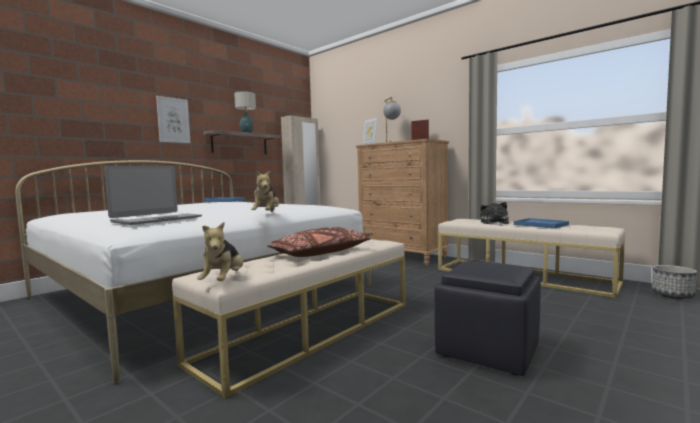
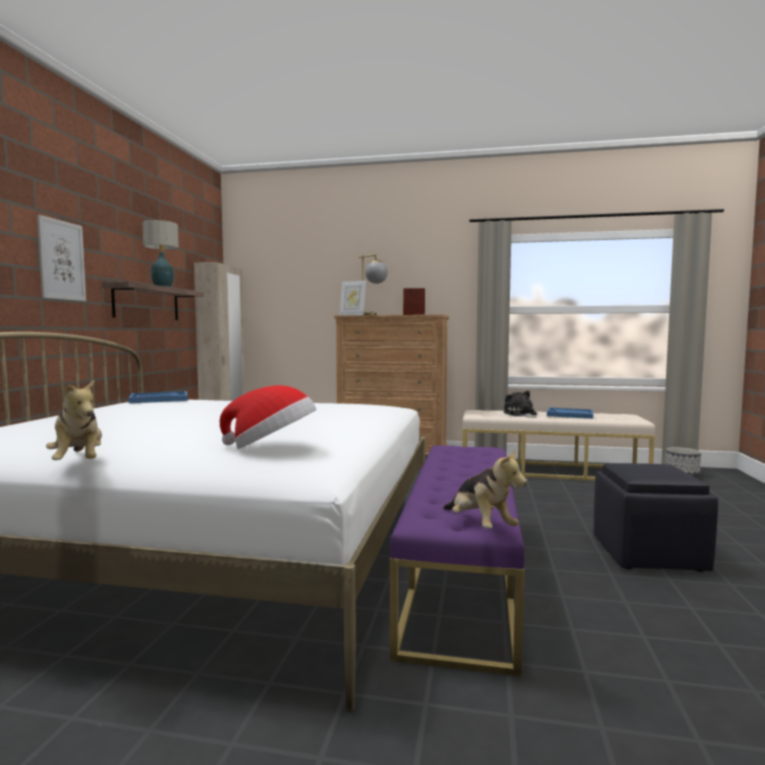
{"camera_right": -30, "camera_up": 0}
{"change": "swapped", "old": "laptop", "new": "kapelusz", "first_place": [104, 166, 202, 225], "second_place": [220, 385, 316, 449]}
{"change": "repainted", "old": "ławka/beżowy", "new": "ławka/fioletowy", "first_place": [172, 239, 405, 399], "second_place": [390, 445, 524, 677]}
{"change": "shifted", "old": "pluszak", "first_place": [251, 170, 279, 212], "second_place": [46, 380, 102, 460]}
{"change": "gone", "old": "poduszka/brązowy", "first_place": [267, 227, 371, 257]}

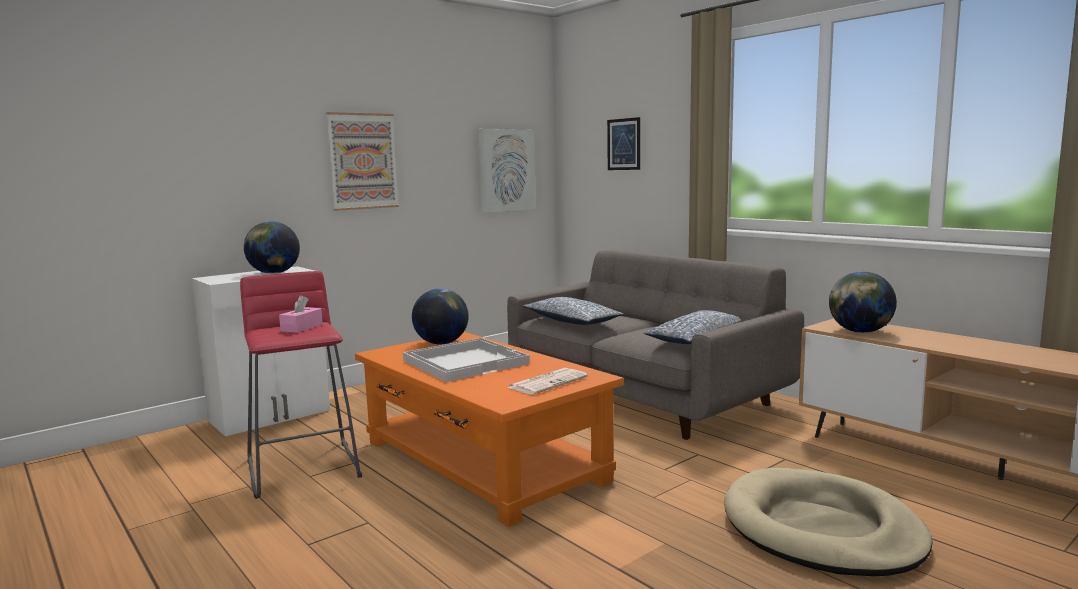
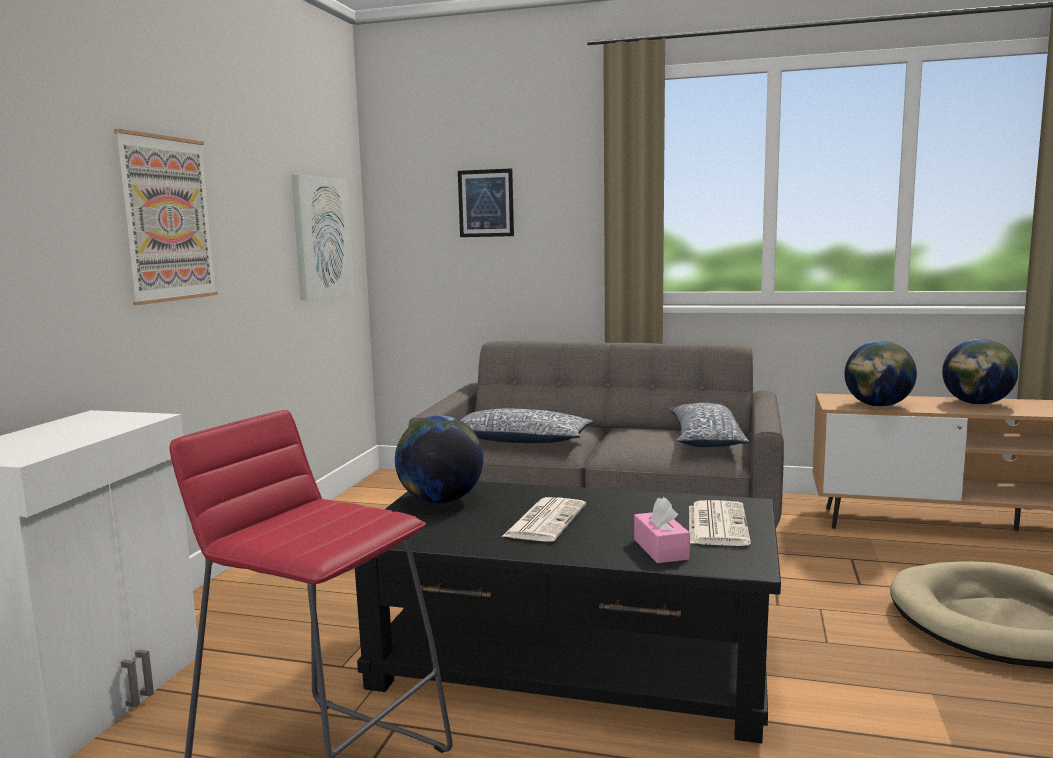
{"camera_right": -35, "camera_up": 0}
{"change": "shifted", "old": "globus", "first_place": [244, 221, 300, 274], "second_place": [942, 339, 1018, 405]}
{"change": "shifted", "old": "pudełko chusteczek/różowy", "first_place": [279, 295, 323, 333], "second_place": [634, 497, 690, 563]}
{"change": "repainted", "old": "ława/pomarańczowy", "new": "ława/czarny", "first_place": [355, 332, 624, 527], "second_place": [355, 481, 781, 744]}
{"change": "swapped", "old": "taca/biały", "new": "gazeta", "first_place": [403, 338, 530, 382], "second_place": [502, 497, 586, 542]}

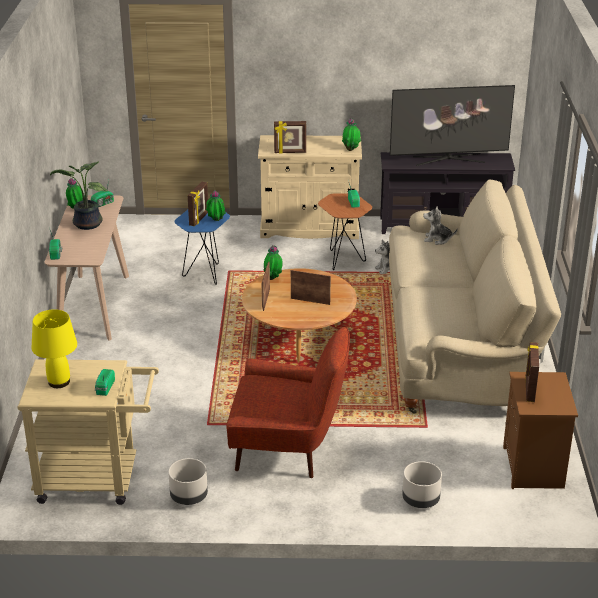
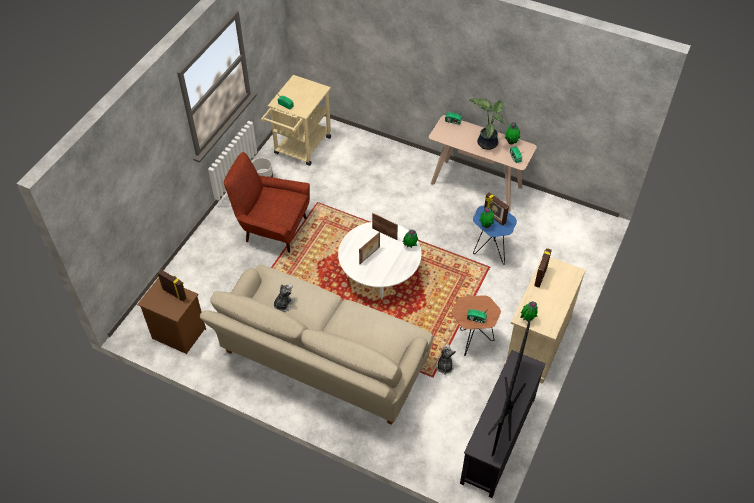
{"camera_right": 115, "camera_up": 20}
{"change": "gone", "old": "lampa stołowa/żółty", "first_place": [32, 309, 77, 388]}
{"change": "rotated", "old": "fotel/czerwony", "first_place": [226, 327, 350, 478], "second_place": [224, 152, 310, 253], "degrees": 75}
{"change": "repainted", "old": "ława/brązowy", "new": "ława/biały", "first_place": [242, 268, 357, 363], "second_place": [338, 222, 421, 300]}
{"change": "gone", "old": "donica/szary", "first_place": [402, 461, 442, 508]}
{"change": "shifted", "old": "pluszak", "first_place": [423, 206, 458, 245], "second_place": [274, 284, 295, 312]}

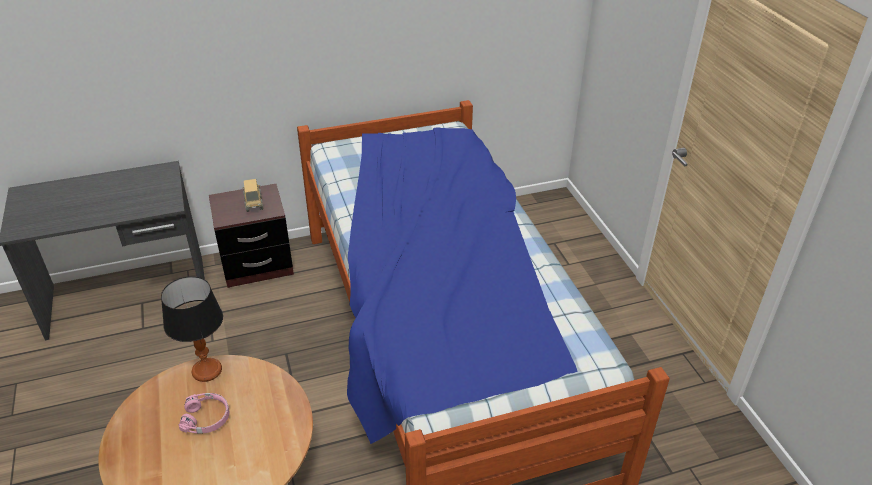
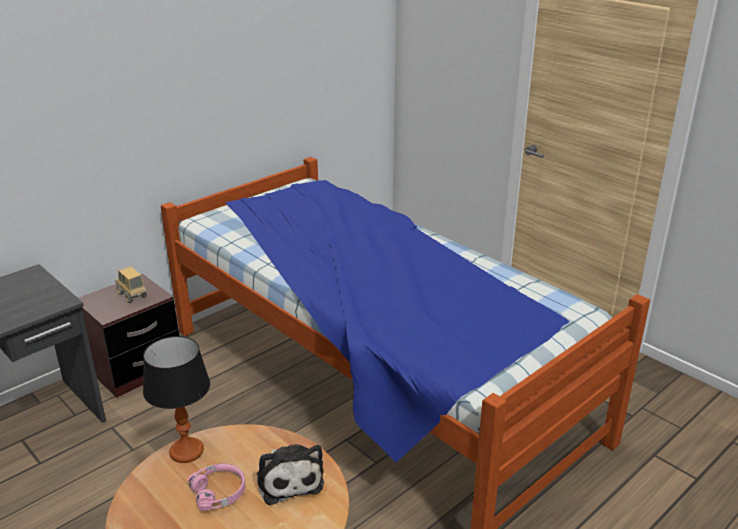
{"camera_right": -25, "camera_up": -10}
{"change": "new", "new": "pluszak", "second_place": [257, 444, 324, 505]}

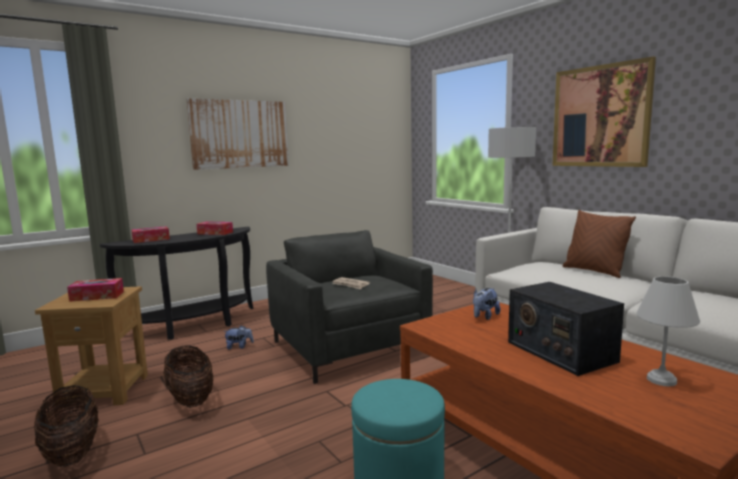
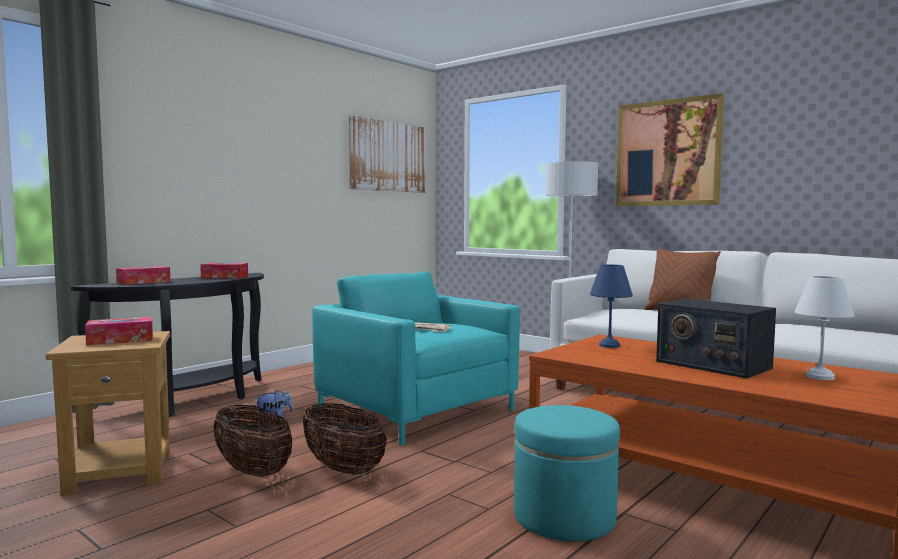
{"camera_right": -15, "camera_up": -5}
{"change": "shifted", "old": "koszyk", "first_place": [34, 385, 99, 467], "second_place": [303, 403, 387, 475]}
{"change": "shifted", "old": "obraz", "first_place": [187, 98, 289, 170], "second_place": [349, 115, 426, 193]}
{"change": "repainted", "old": "fotel/szary", "new": "fotel/turkusowy", "first_place": [266, 230, 433, 384], "second_place": [312, 271, 520, 446]}
{"change": "swapped", "old": "pluszak", "new": "lampa stołowa/niebieski", "first_place": [473, 288, 500, 320], "second_place": [590, 265, 633, 348]}

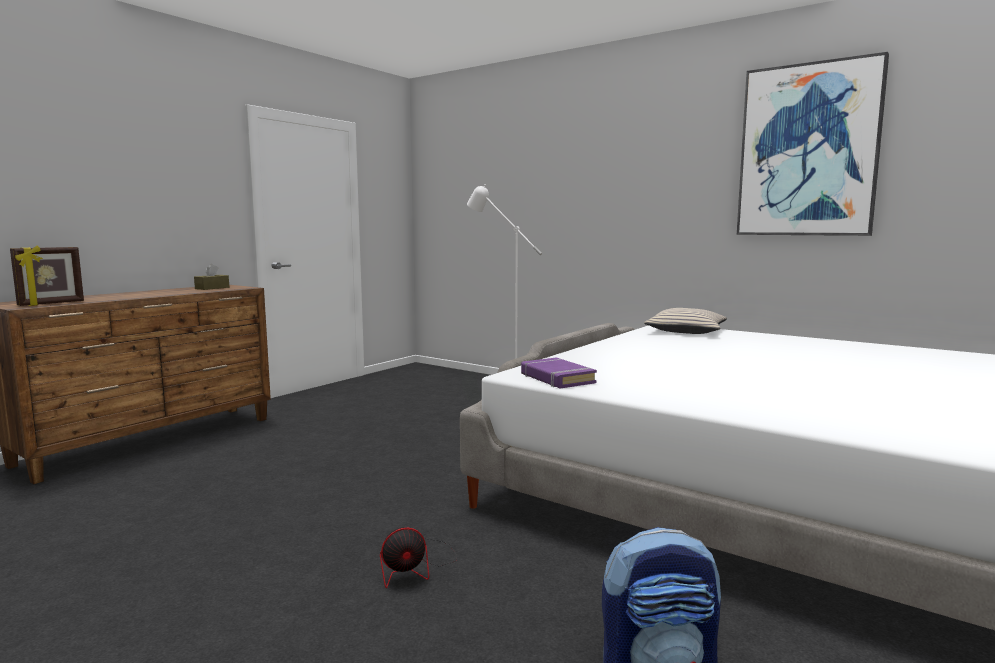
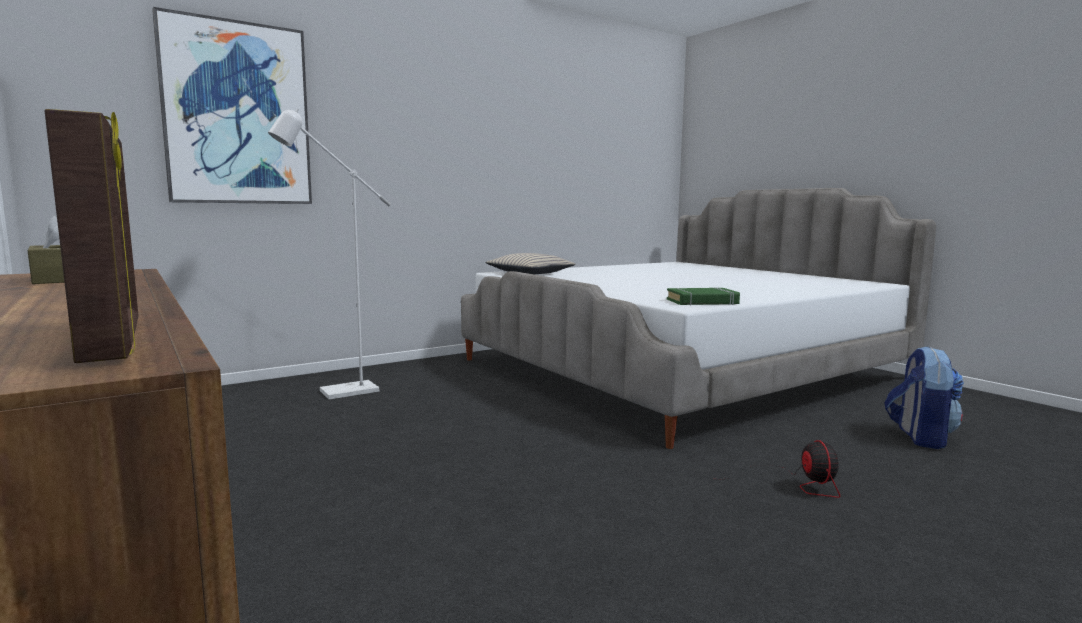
{"camera_right": -70, "camera_up": 0}
{"change": "repainted", "old": "książka/fioletowy", "new": "książka/zielony", "first_place": [521, 357, 597, 389], "second_place": [667, 288, 740, 306]}
{"change": "shifted", "old": "obraz", "first_place": [737, 52, 889, 236], "second_place": [152, 7, 312, 204]}

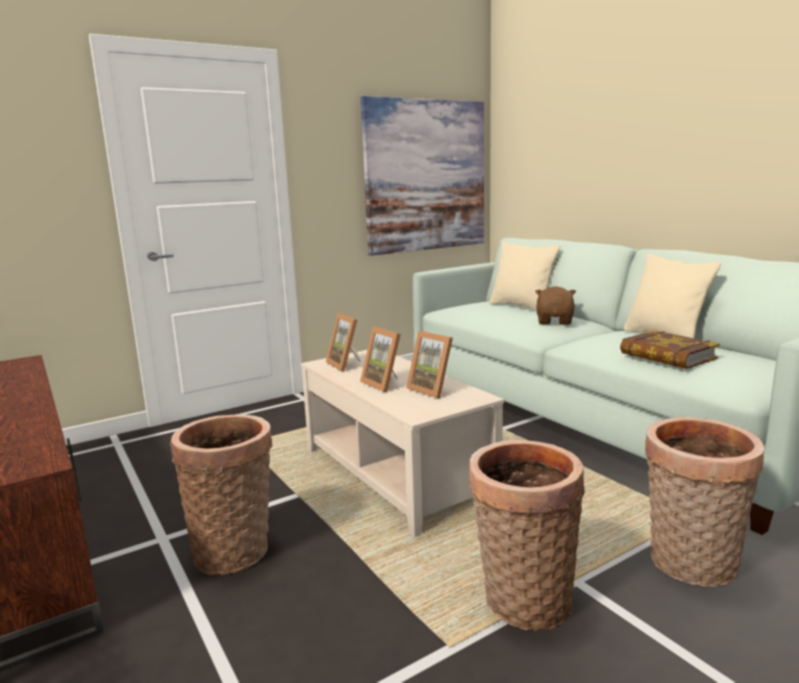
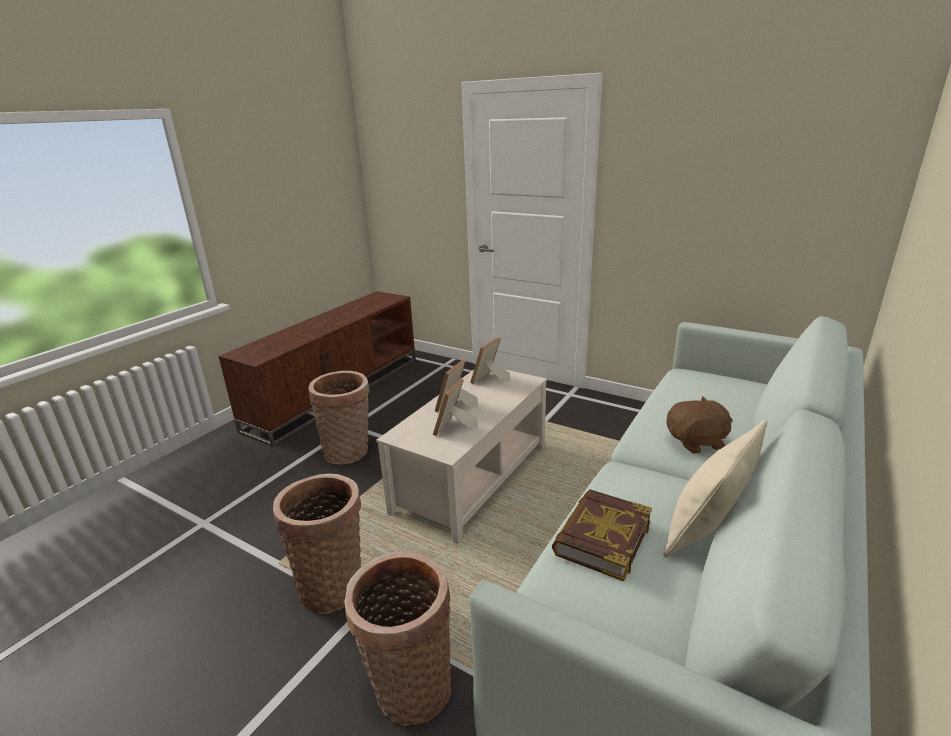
{"camera_right": 65, "camera_up": 10}
{"change": "gone", "old": "obraz", "first_place": [361, 96, 484, 256]}
{"change": "gone", "old": "poduszka/beżowy", "first_place": [489, 242, 560, 311]}

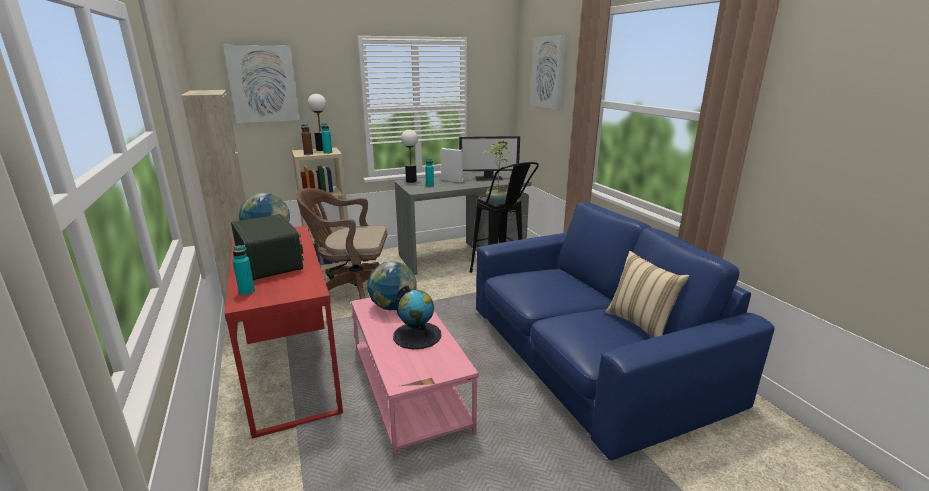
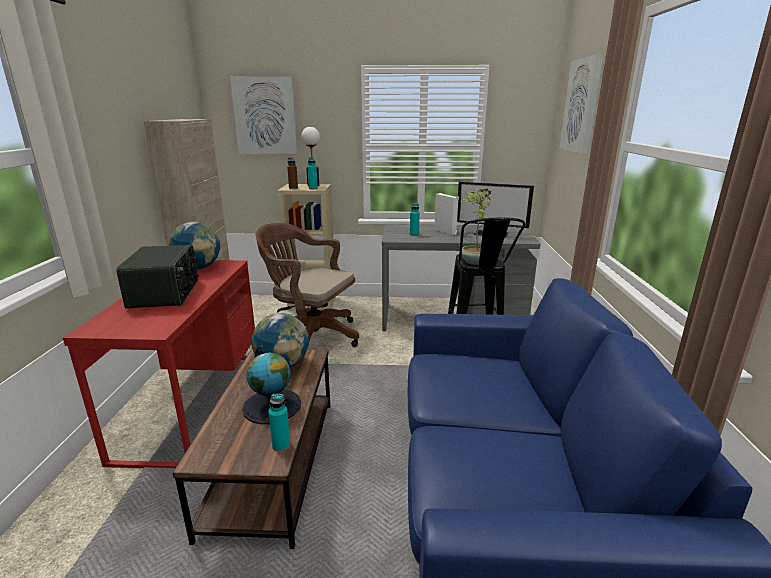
{"camera_right": 25, "camera_up": 0}
{"change": "shifted", "old": "butelka/turkusowy", "first_place": [233, 245, 255, 296], "second_place": [268, 394, 290, 452]}
{"change": "repainted", "old": "ława/różowy", "new": "ława/brązowy", "first_place": [351, 289, 479, 460], "second_place": [173, 348, 330, 549]}
{"change": "gone", "old": "lampa stołowa", "first_place": [401, 130, 418, 183]}
{"change": "gone", "old": "poduszka/beżowy", "first_place": [605, 251, 690, 338]}

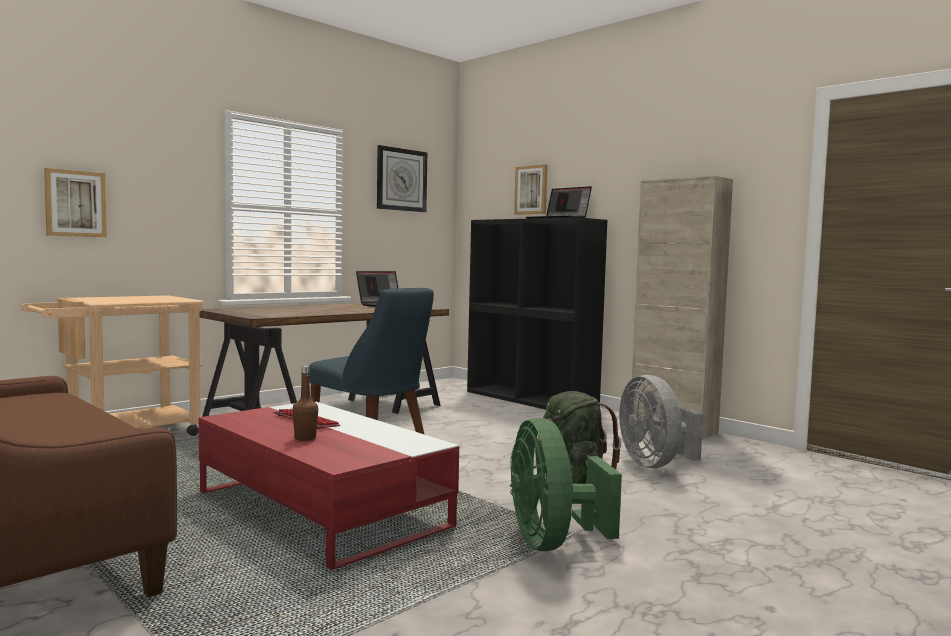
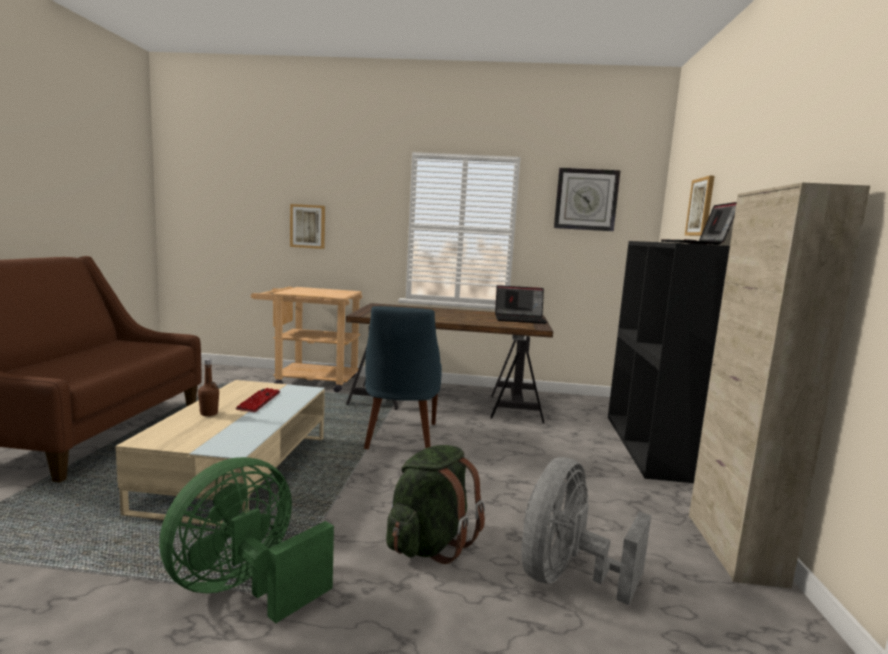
{"camera_right": 50, "camera_up": 5}
{"change": "repainted", "old": "ława/czerwony", "new": "ława/beżowy", "first_place": [198, 401, 459, 570], "second_place": [116, 380, 325, 526]}

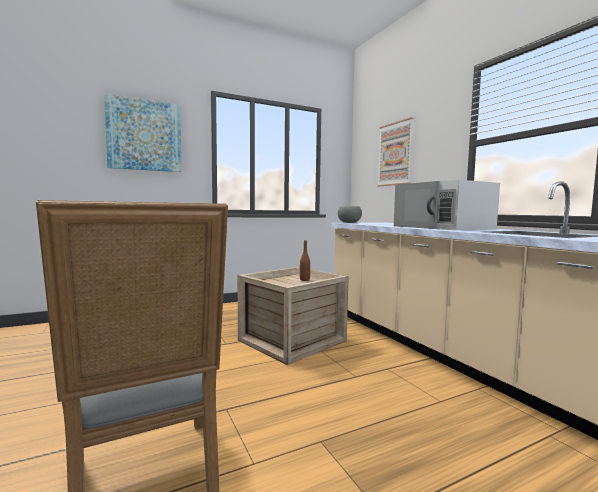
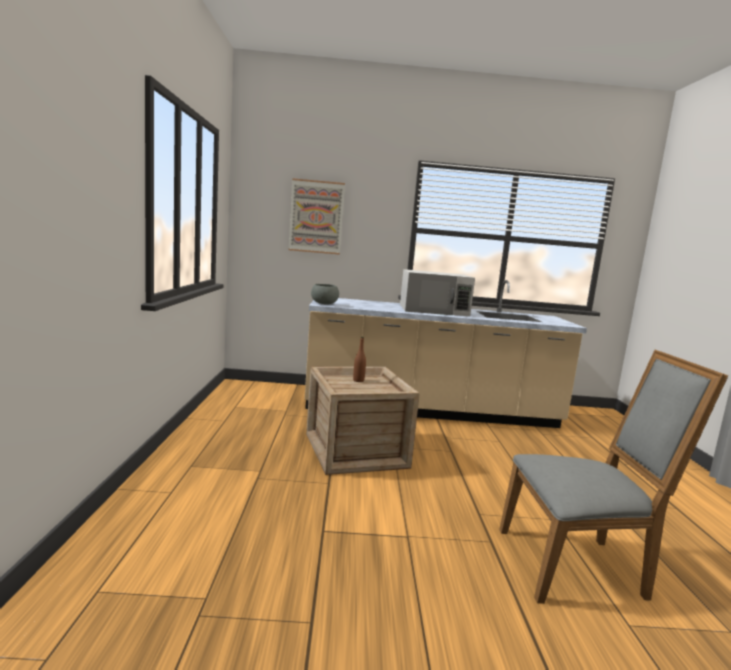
{"camera_right": -65, "camera_up": 5}
{"change": "gone", "old": "obraz", "first_place": [104, 94, 182, 172]}

